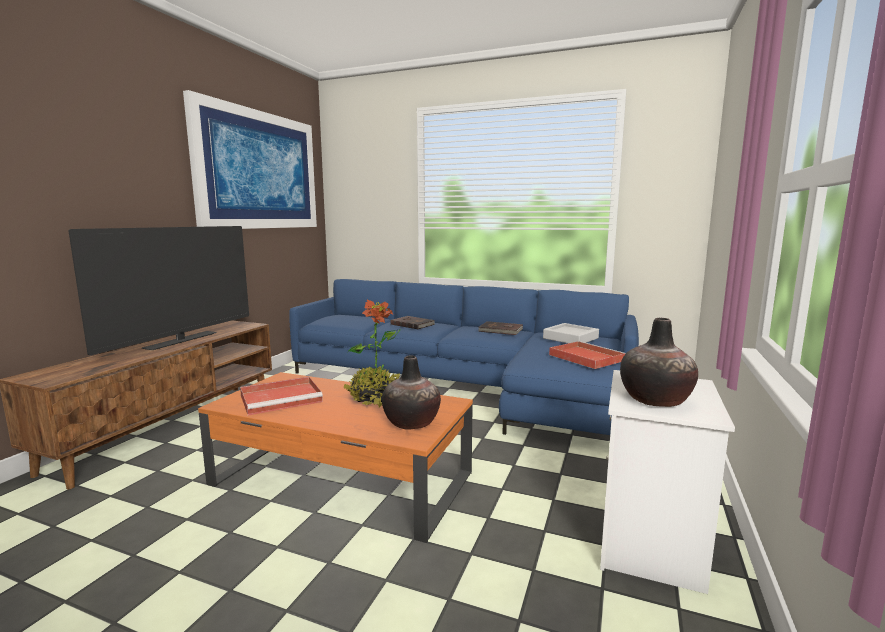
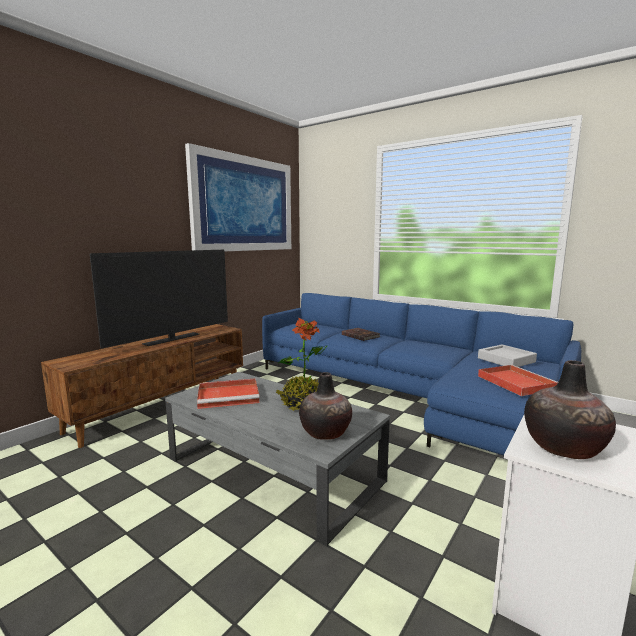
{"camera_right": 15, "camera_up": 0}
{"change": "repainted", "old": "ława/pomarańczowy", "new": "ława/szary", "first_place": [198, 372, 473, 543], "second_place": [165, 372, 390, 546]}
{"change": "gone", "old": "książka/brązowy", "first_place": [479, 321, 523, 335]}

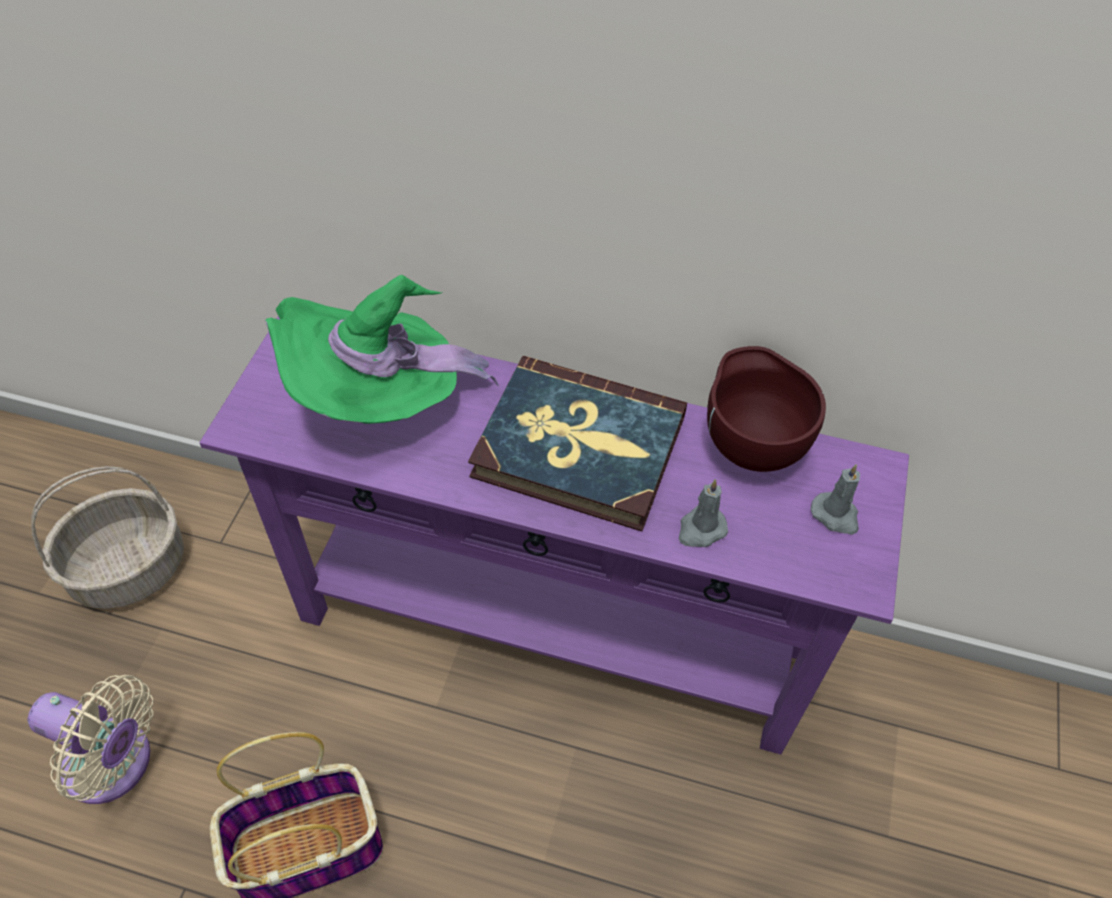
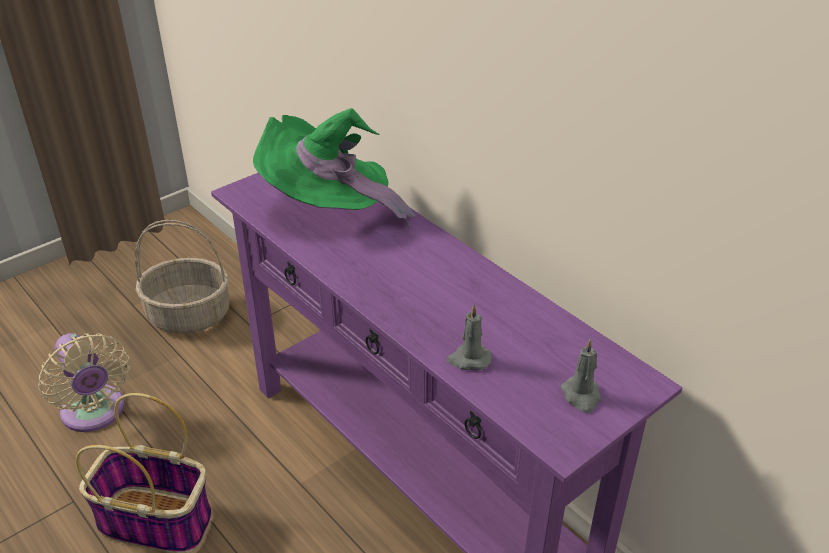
{"camera_right": 35, "camera_up": -15}
{"change": "gone", "old": "książka", "first_place": [468, 356, 687, 531]}
{"change": "gone", "old": "miska/brązowy", "first_place": [707, 346, 826, 472]}

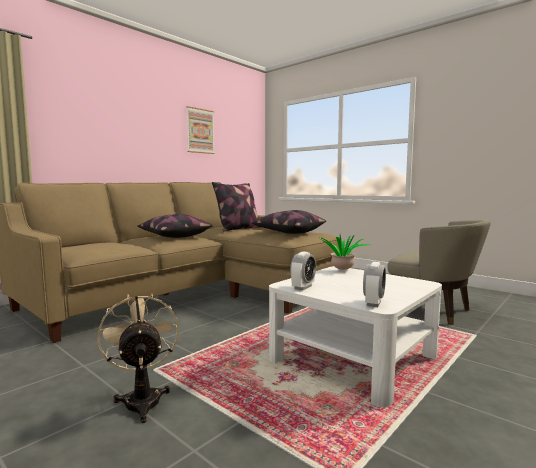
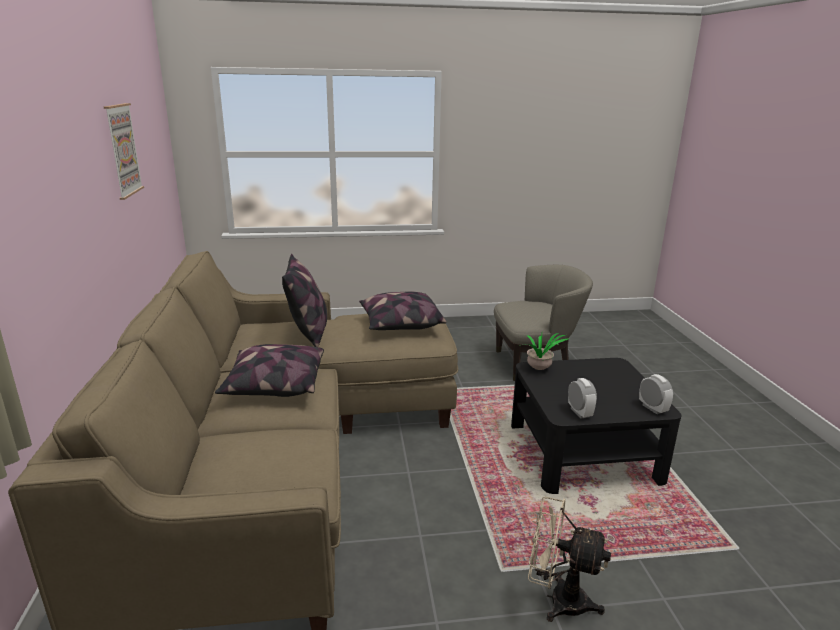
{"camera_right": -50, "camera_up": 15}
{"change": "repainted", "old": "ława/biały", "new": "ława/czarny", "first_place": [269, 266, 442, 407], "second_place": [511, 358, 682, 494]}

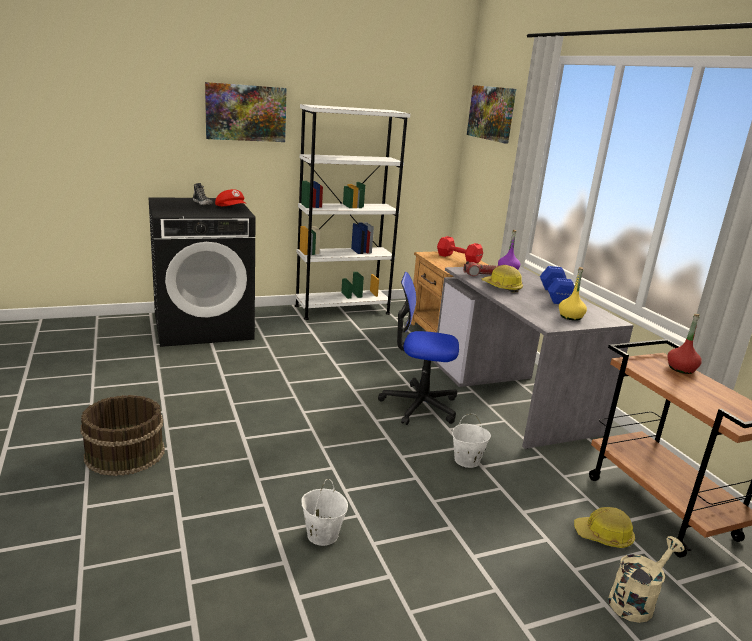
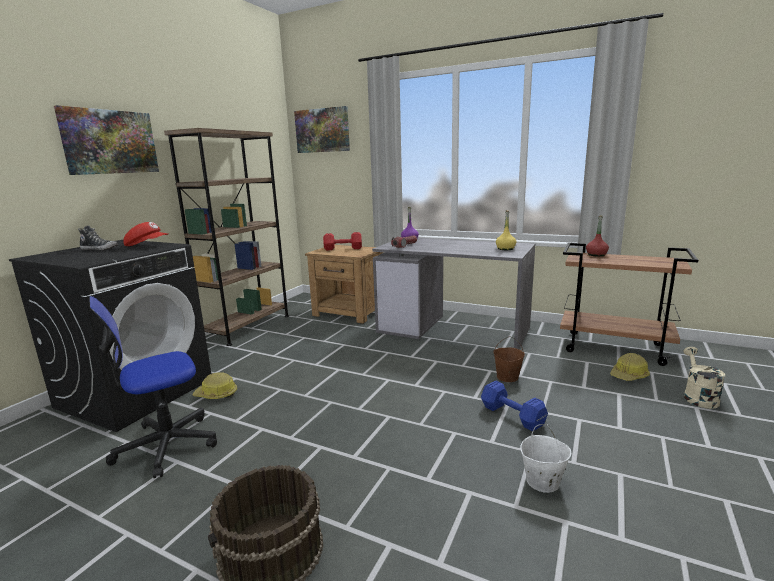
{"camera_right": -40, "camera_up": -5}
{"change": "repainted", "old": "regał/biały", "new": "regał/brązowy", "first_place": [295, 104, 410, 320], "second_place": [164, 128, 289, 346]}
{"change": "shifted", "old": "krzesło biurowe", "first_place": [378, 272, 459, 425], "second_place": [89, 296, 217, 478]}
{"change": "repainted", "old": "wiadro/biały", "new": "wiadro/brązowy", "first_place": [452, 414, 491, 468], "second_place": [493, 336, 525, 382]}
{"change": "shifted", "old": "kask", "first_place": [482, 265, 523, 293], "second_place": [192, 372, 237, 399]}
{"change": "shifted", "old": "hantel/niebieski", "first_place": [540, 266, 574, 304], "second_place": [481, 381, 548, 431]}

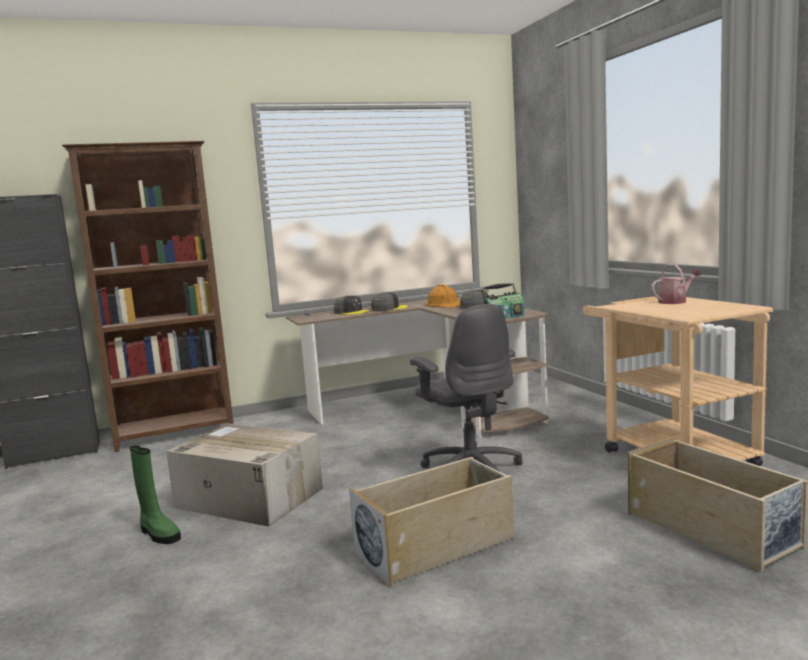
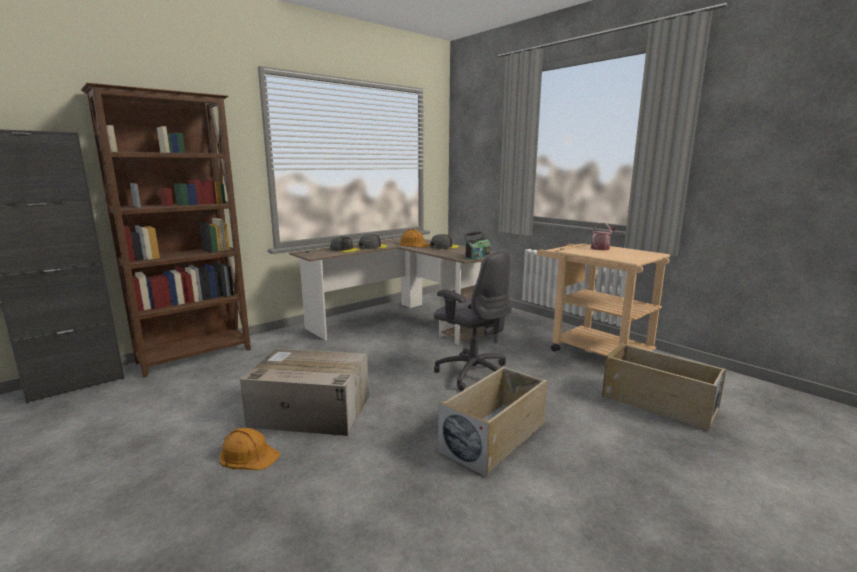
{"camera_right": -20, "camera_up": 5}
{"change": "swapped", "old": "but z cholewką/zielony", "new": "kask/pomarańczowy", "first_place": [130, 446, 181, 544], "second_place": [220, 428, 280, 470]}

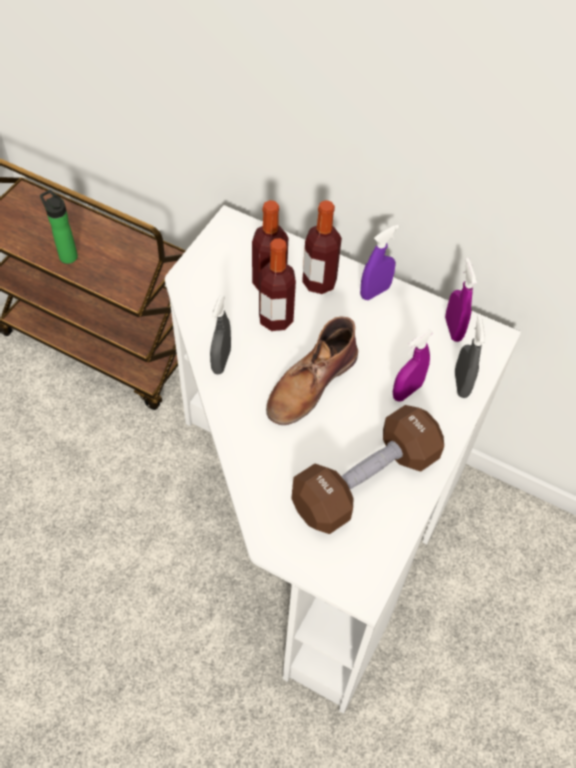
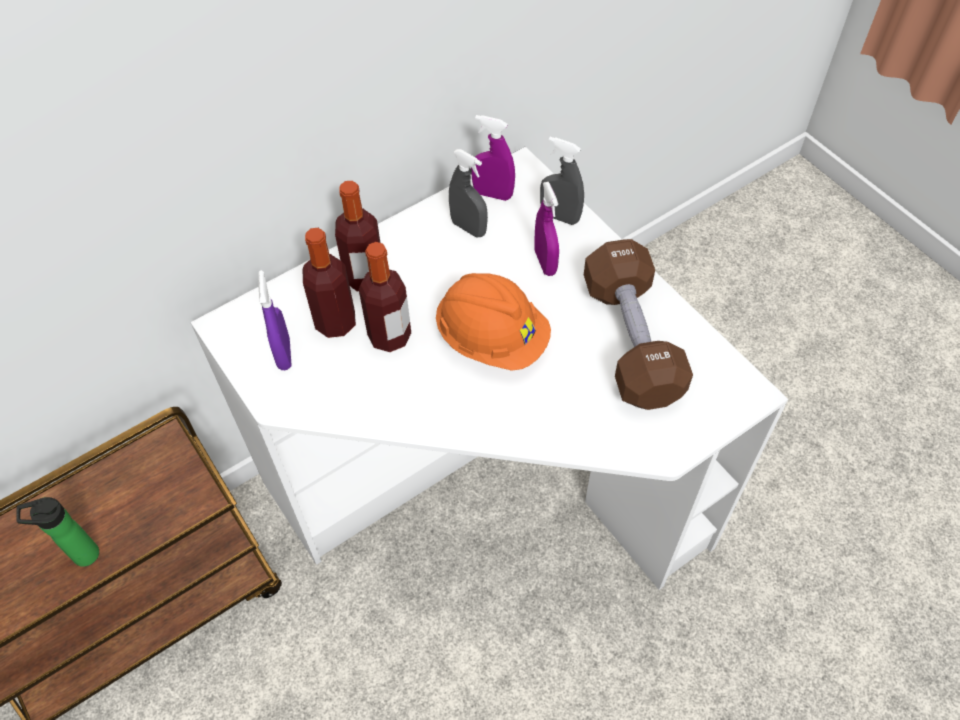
{"camera_right": -60, "camera_up": 0}
{"change": "shifted", "old": "spryskiwacz/szary", "first_place": [210, 295, 231, 374], "second_place": [449, 149, 488, 237]}
{"change": "swapped", "old": "but z cholewką/brązowy", "new": "kask/pomarańczowy", "first_place": [266, 316, 358, 425], "second_place": [436, 273, 551, 371]}
{"change": "shifted", "old": "spryskiwacz/fioletowy", "first_place": [360, 224, 399, 300], "second_place": [258, 270, 292, 370]}

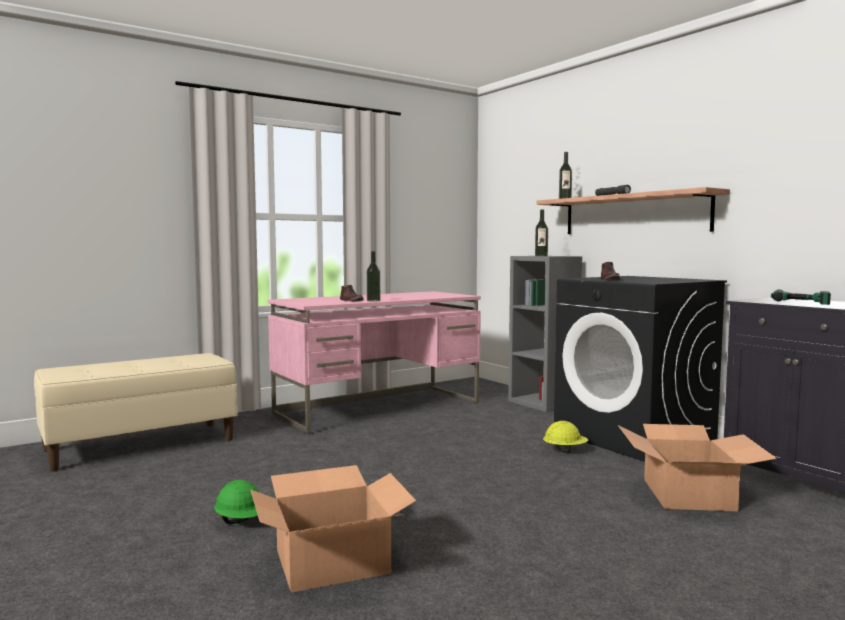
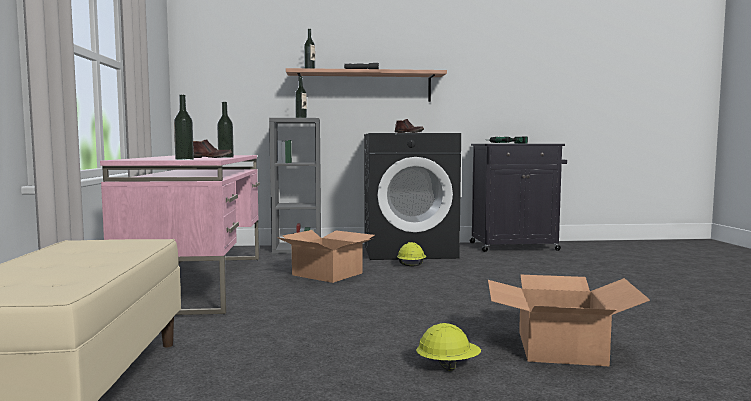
{"camera_right": -60, "camera_up": 0}
{"change": "repainted", "old": "kask/zielony", "new": "kask/żółty", "first_place": [214, 480, 260, 524], "second_place": [416, 323, 481, 371]}
{"change": "shifted", "old": "karton", "first_place": [618, 424, 777, 511], "second_place": [277, 230, 375, 283]}
{"change": "new", "new": "butelka", "second_place": [174, 95, 194, 160]}

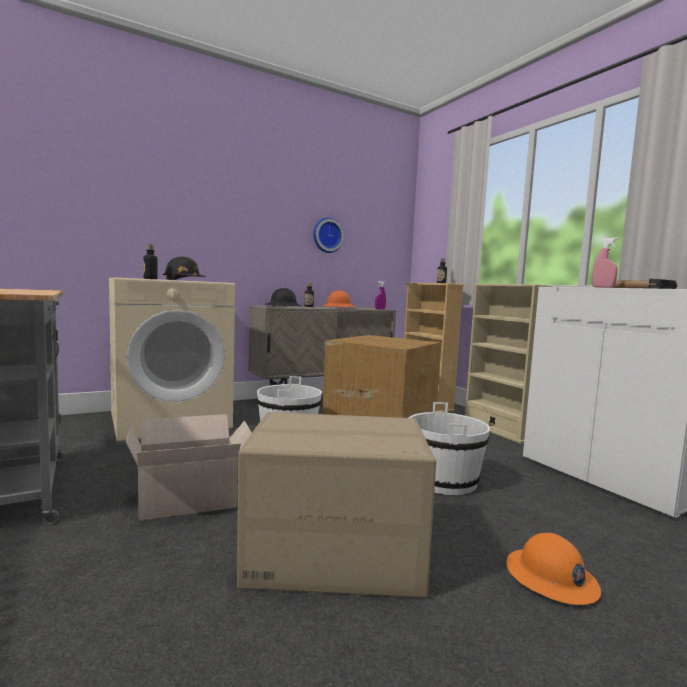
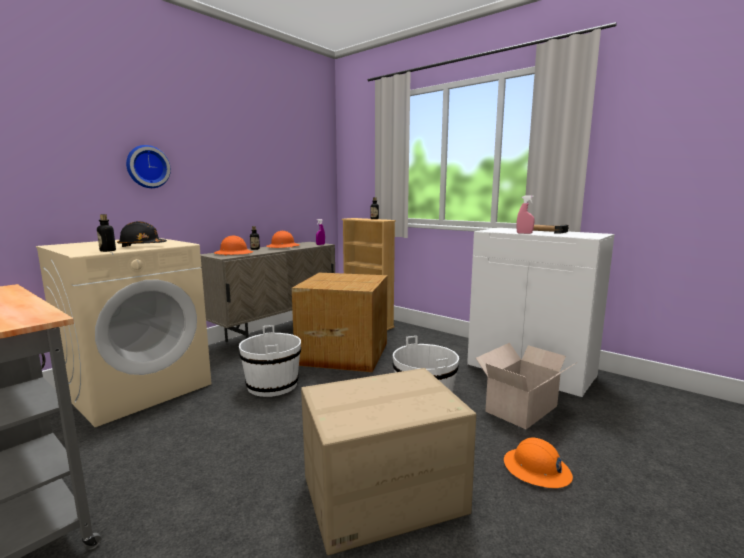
{"camera_right": -20, "camera_up": 5}
{"change": "shifted", "old": "karton", "first_place": [126, 414, 252, 521], "second_place": [476, 343, 576, 429]}
{"change": "repainted", "old": "kask/czarny", "new": "kask/pomarańczowy", "first_place": [265, 288, 301, 307], "second_place": [214, 235, 253, 256]}
{"change": "shifted", "old": "zegar ścienny", "first_place": [313, 218, 344, 253], "second_place": [126, 145, 171, 188]}
{"change": "gone", "old": "regał/beżowy", "first_place": [465, 284, 553, 444]}

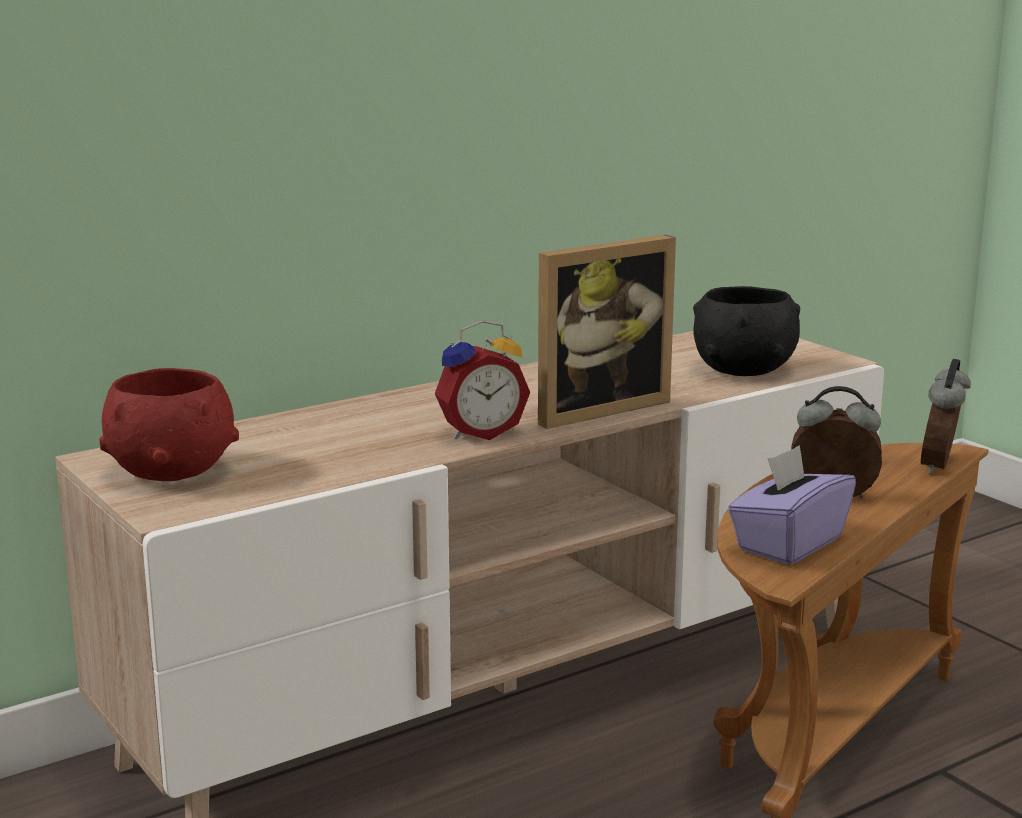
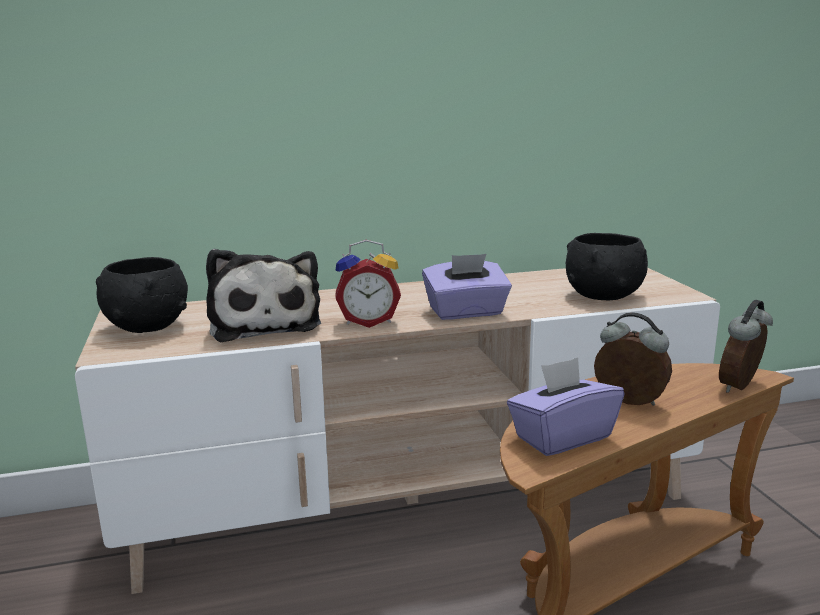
{"camera_right": 20, "camera_up": 0}
{"change": "repainted", "old": "miska/czerwony", "new": "miska/czarny", "first_place": [99, 368, 239, 481], "second_place": [96, 257, 188, 333]}
{"change": "swapped", "old": "ramka na zdjęcie", "new": "pudełko chusteczek/fioletowy", "first_place": [538, 235, 676, 429], "second_place": [422, 254, 512, 320]}
{"change": "new", "new": "pluszak", "second_place": [206, 249, 321, 342]}

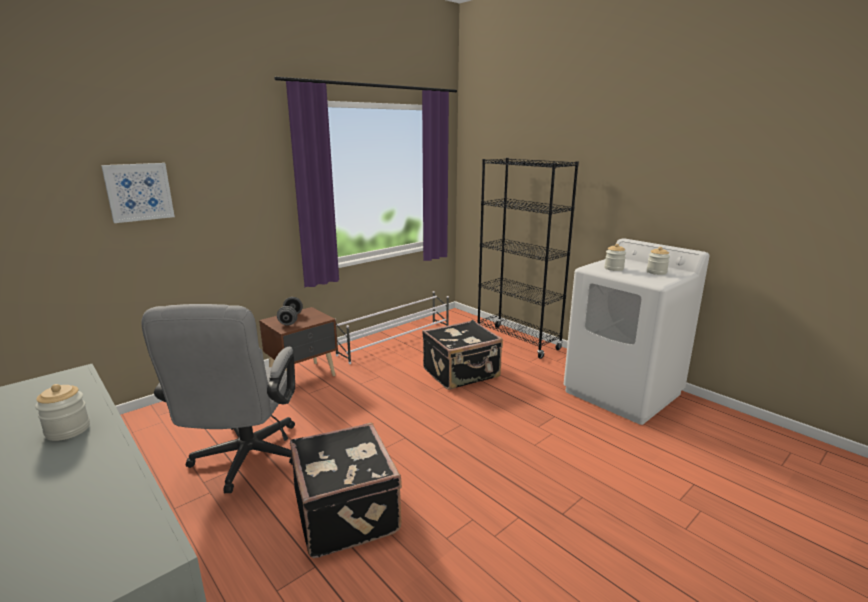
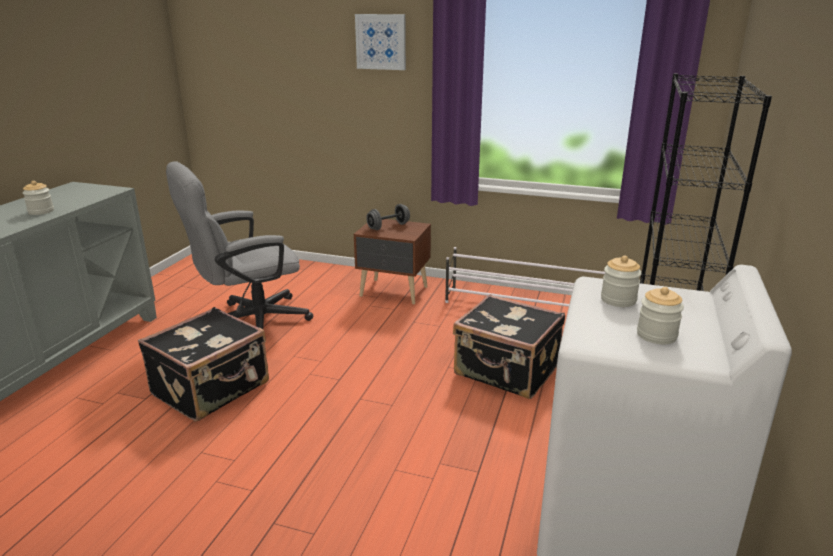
{"camera_right": 60, "camera_up": 5}
{"change": "shifted", "old": "obraz", "first_place": [101, 163, 175, 223], "second_place": [355, 14, 406, 70]}

